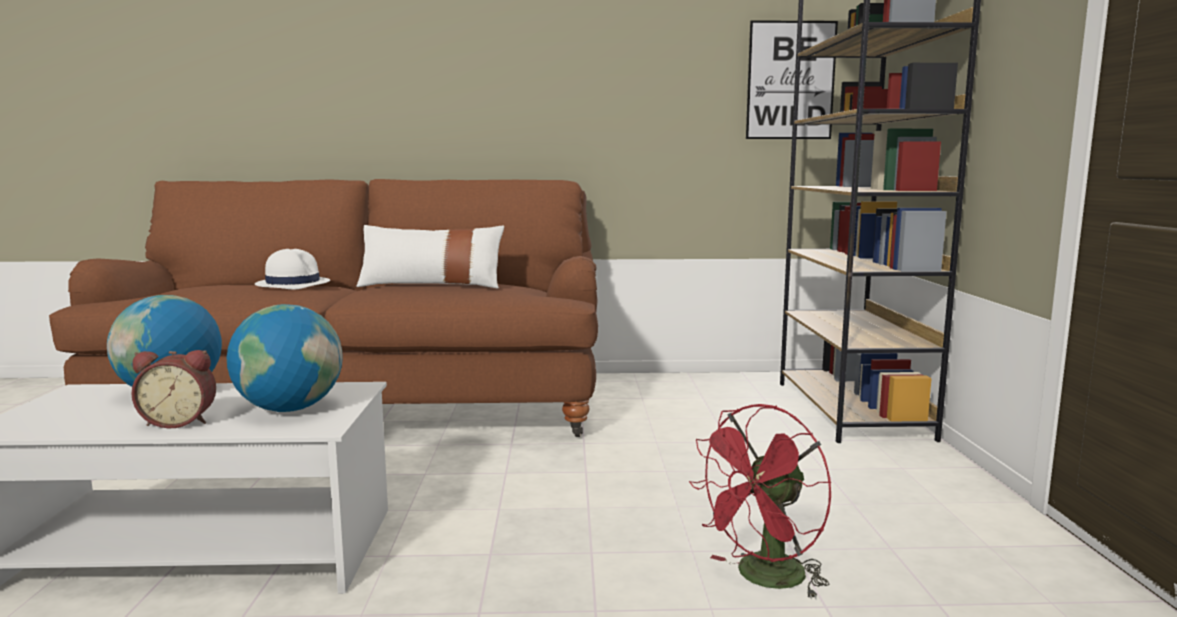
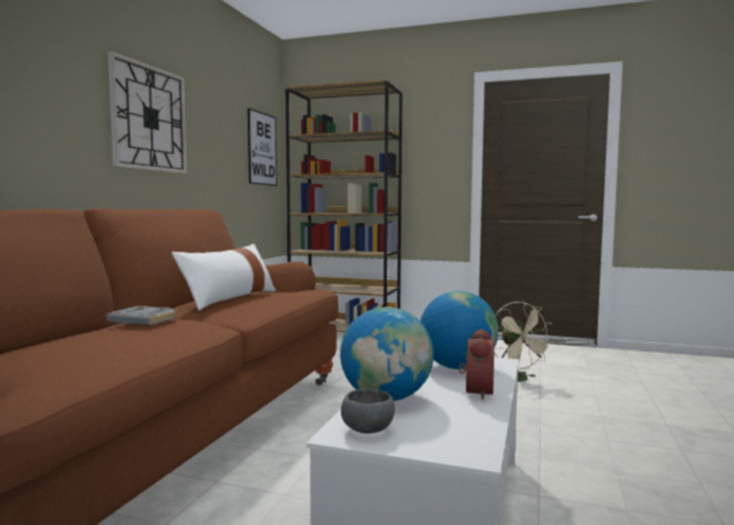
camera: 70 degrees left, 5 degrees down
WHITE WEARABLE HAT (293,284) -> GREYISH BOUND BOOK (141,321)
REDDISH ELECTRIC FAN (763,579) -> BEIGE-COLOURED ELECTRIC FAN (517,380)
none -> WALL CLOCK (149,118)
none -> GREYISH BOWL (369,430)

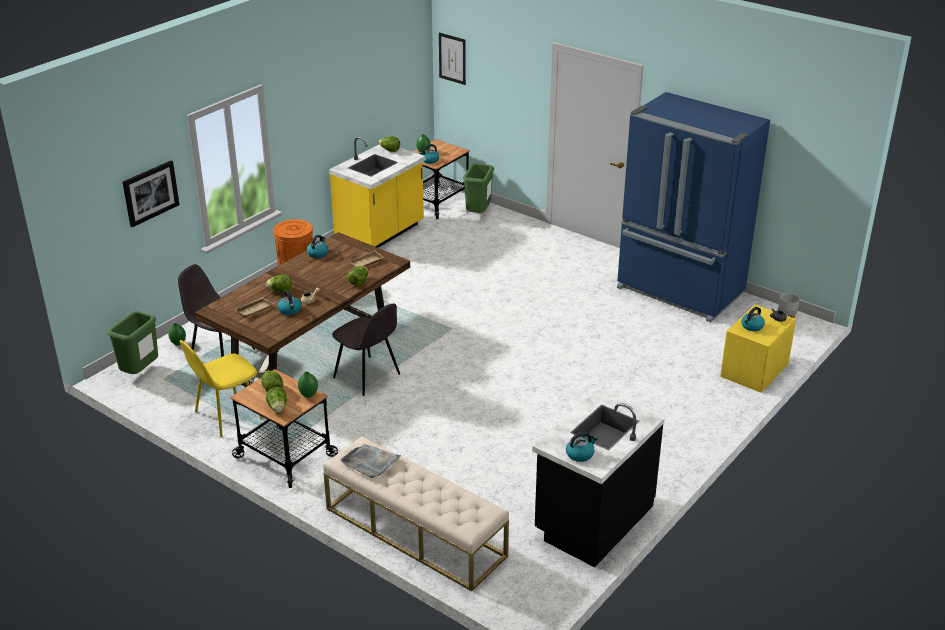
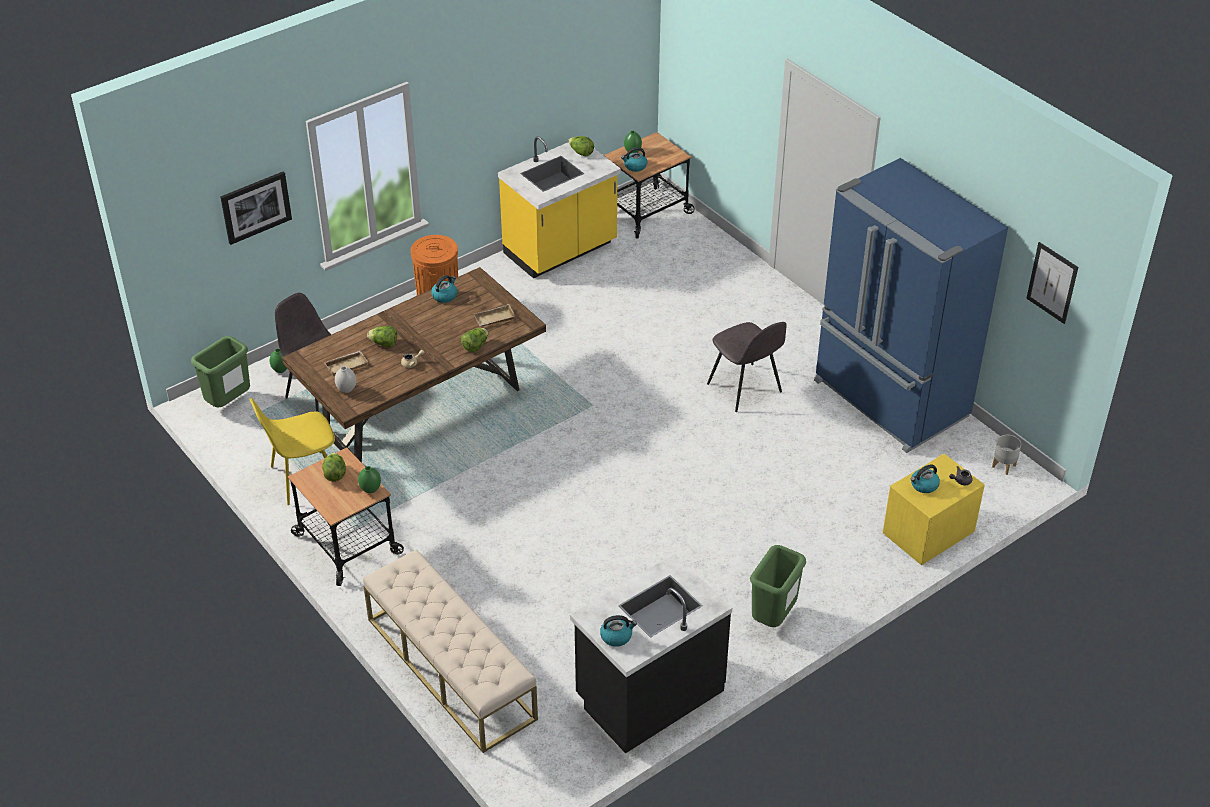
camera: 15 degrees right, 10 degrees up
PICTURE (452,58) -> PICTURE (1052,282), shifted
GREEN-COLOURED WASTE BIN (478,214) -> GREEN-COLOURED WASTE BIN (773,618), shifted
TEA KETTLE (290,310) -> none
GREYISH CHAIR (368,377) -> GREYISH CHAIR (745,389), shifted
LETTUCE HEAD (278,408) -> none
GREYISH TRAY (370,462) -> none
none -> WHITE FLOWER VASE (347,389)

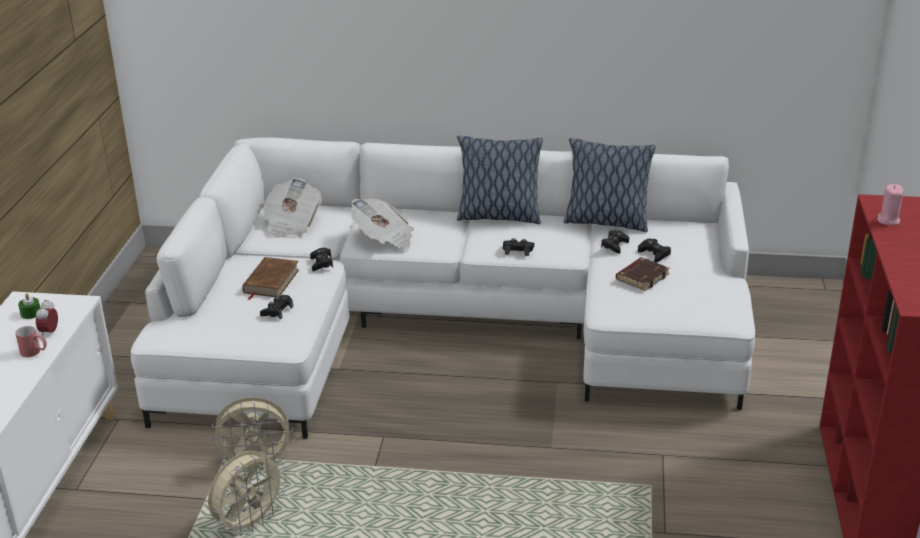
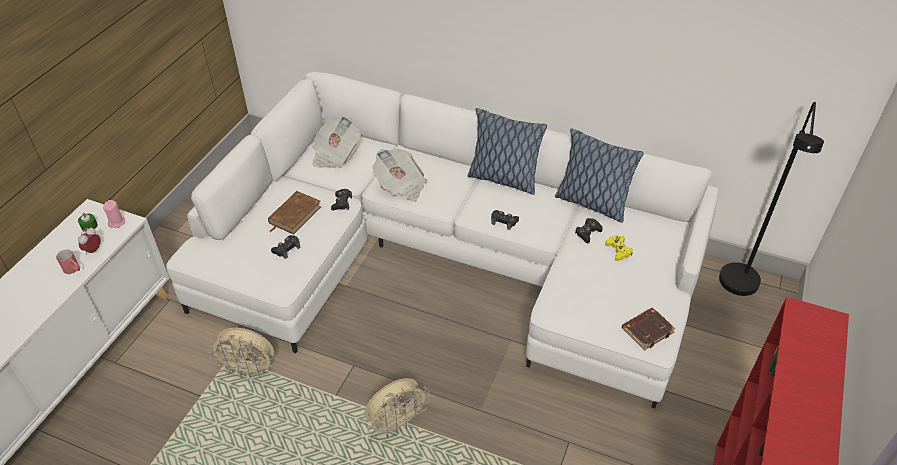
camera: 15 degrees right, 15 degrees up
PINKISH WAX LIGHT (888,220) -> PINKISH WAX LIGHT (117,222), shifted
BLACK-COLOURED JOYPAD (654,254) -> YELLOW-COLOURED JOYPAD (618,250)
BROWN-COLOURED BOUND BOOK (642,277) -> BROWN-COLOURED BOUND BOOK (647,330), shifted
BEIGE-COLOURED ELECTRIC FAN (249,523) -> BEIGE-COLOURED ELECTRIC FAN (397,423), shifted
none -> BLACK-COLOURED STANDARD LAMP (739,289)

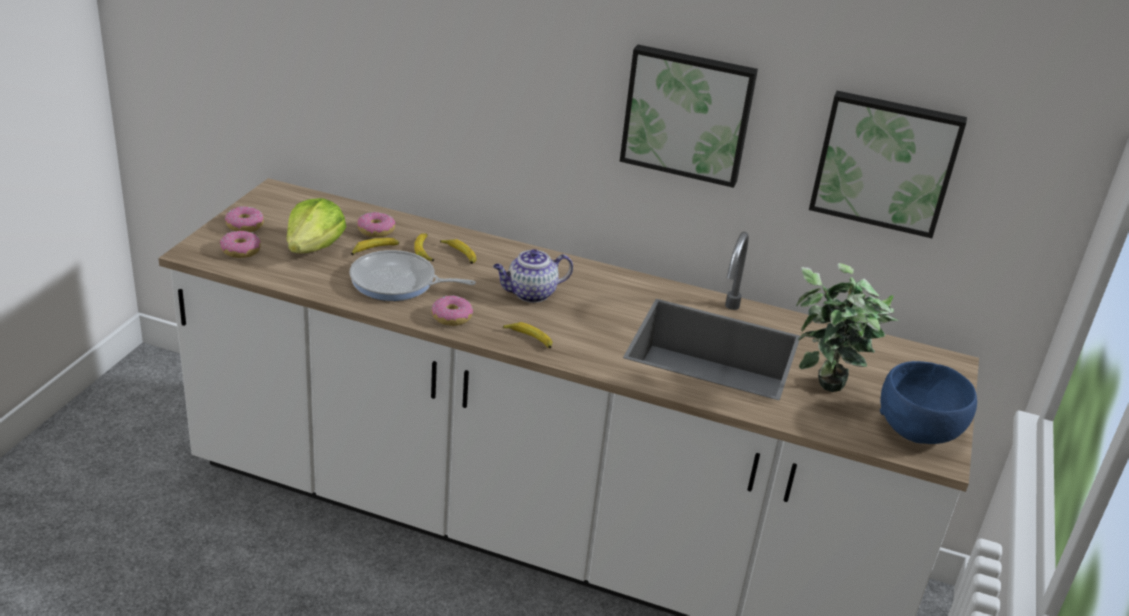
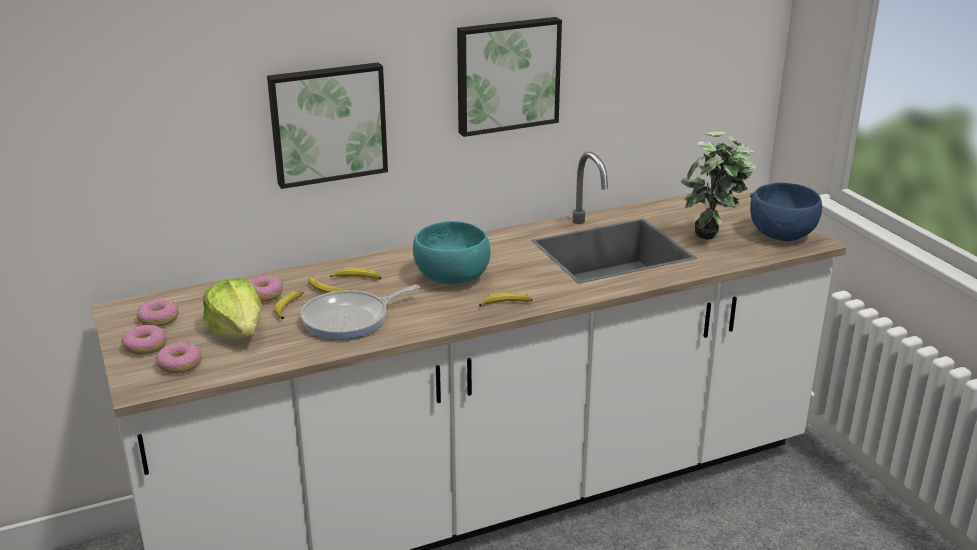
camera: 40 degrees left, 5 degrees down
PICTURE (885,162) -> PICTURE (327,123), shifted
POT FOR TEA (530,294) -> BLUE-GREEN BOWL (452,278)
DOUGHNUT (452,317) -> DOUGHNUT (159,319), shifted

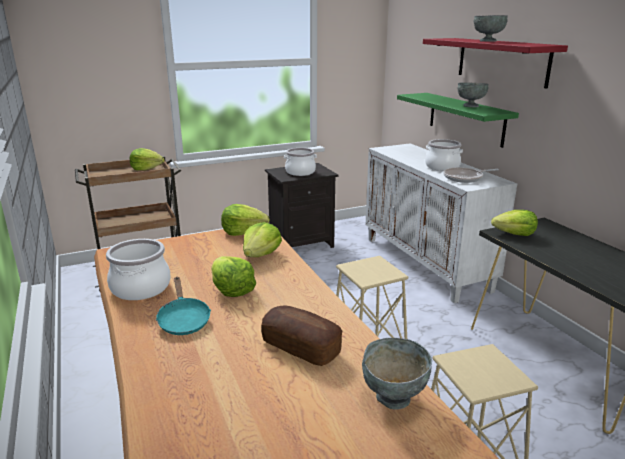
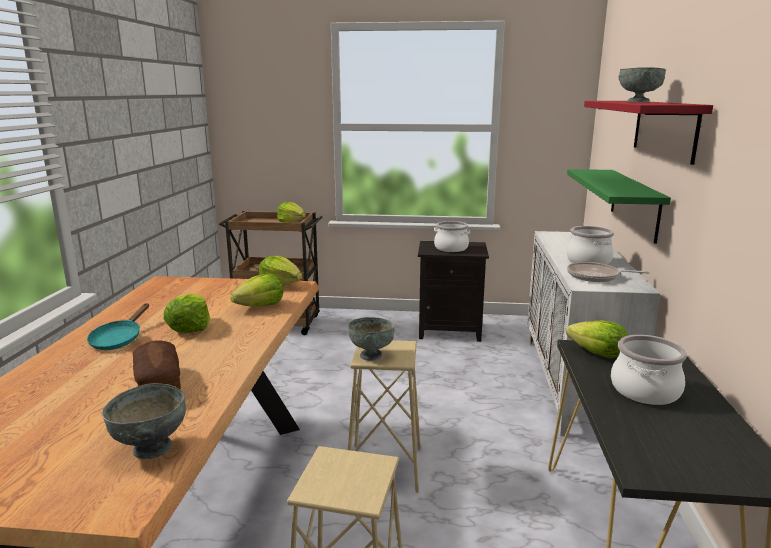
camera: 30 degrees right, 5 degrees down
GREYISH BOWL (470,106) -> GREYISH BOWL (371,355), shifted
COOKING POT (141,288) -> COOKING POT (646,391), shifted

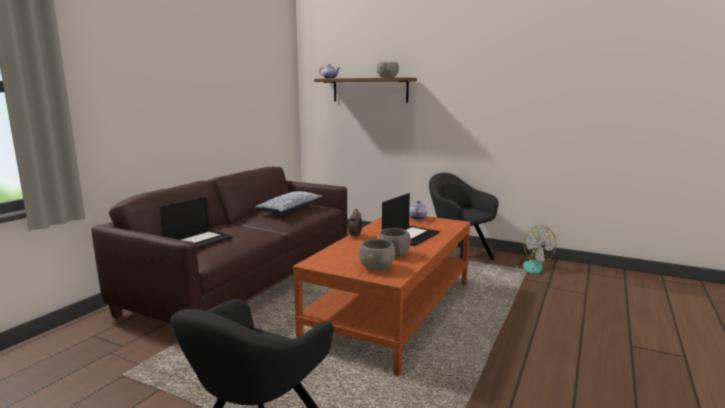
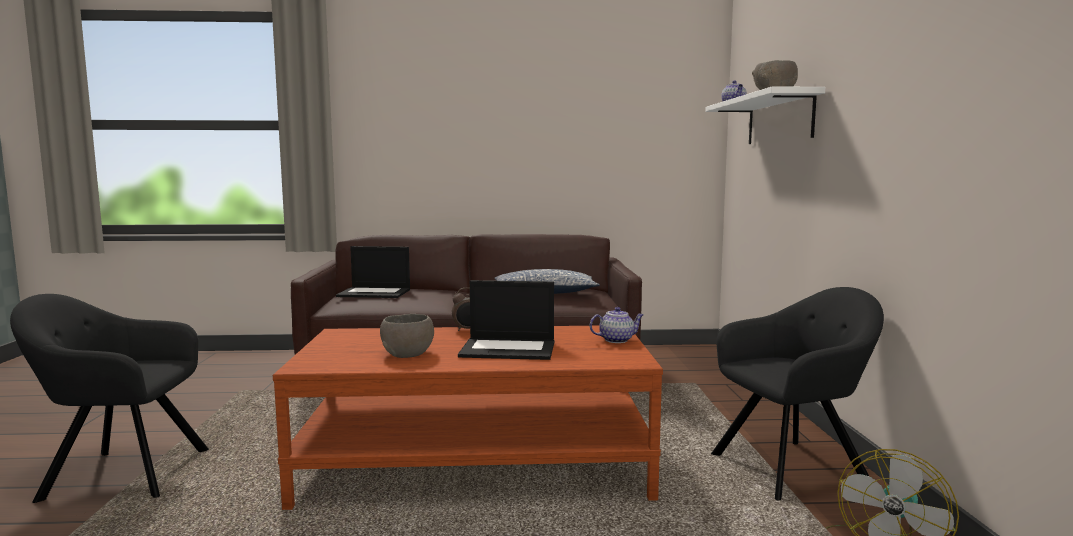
camera: 60 degrees right, 5 degrees down
BROWN-COLOURED BRACKET SHELF (370,90) -> WHITE BRACKET SHELF (779,119)
BLACK-COLOURED ARMCHAIR (457,255) -> BLACK-COLOURED ARMCHAIR (793,467), 45 degrees clockwise
GREYISH BOWL (377,267) -> none

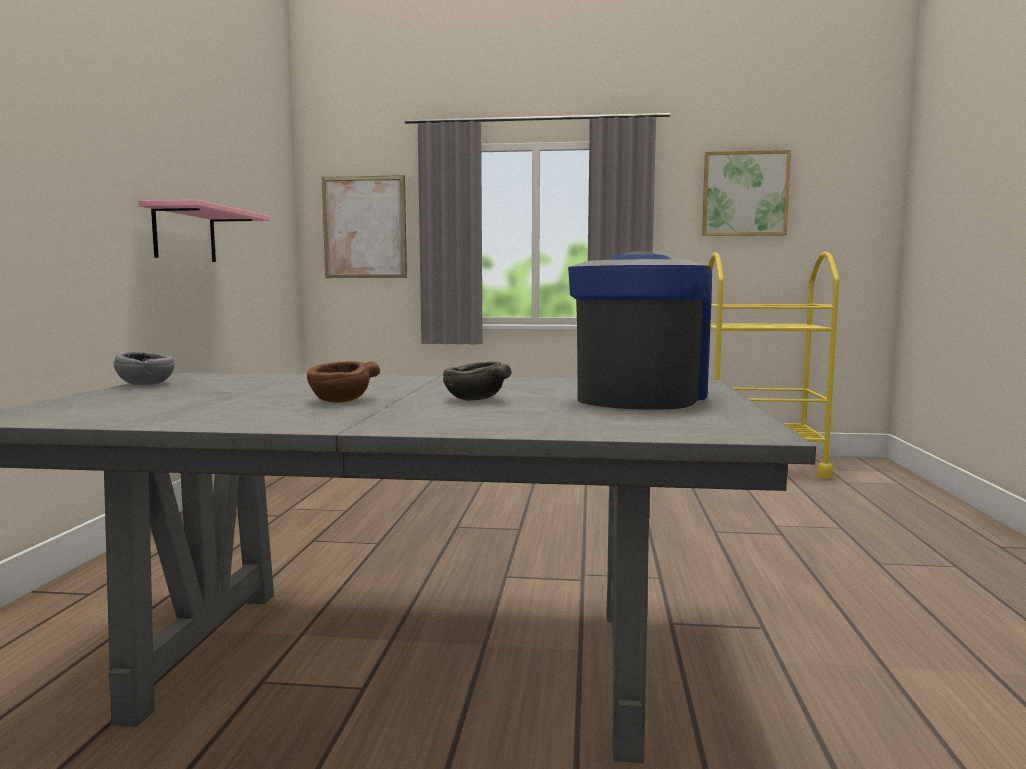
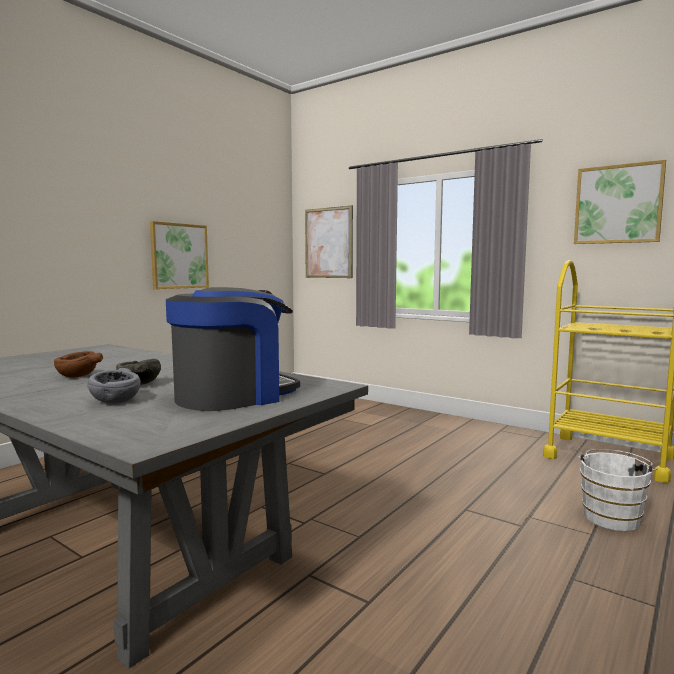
camera: 30 degrees right, 0 degrees up
PINKISH BRACKET SHELF (185,234) -> PICTURE (179,256)
GREYISH BOWL (146,384) -> GREYISH BOWL (117,401), shifted
none -> WHITE WATER BUCKET (612,516)

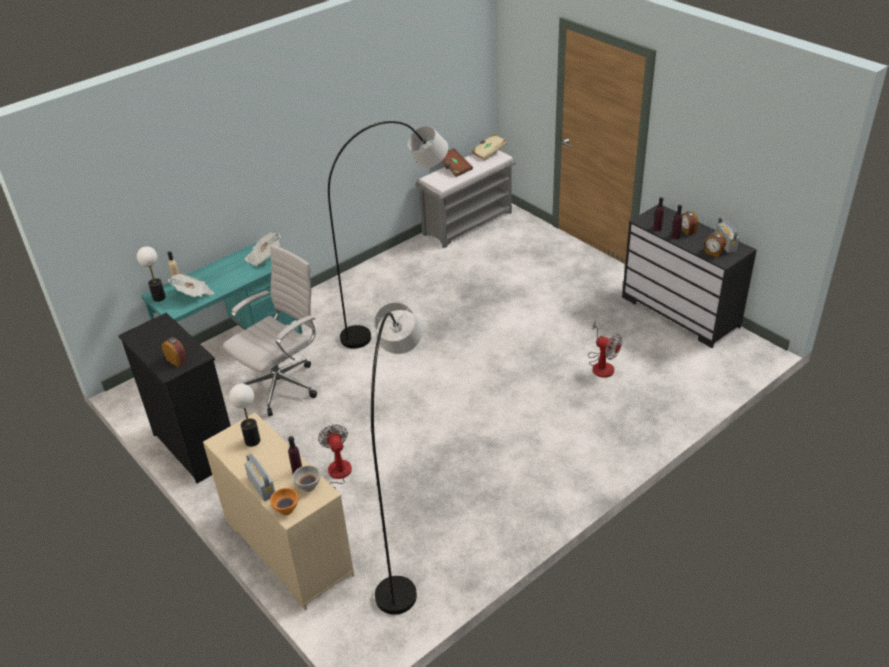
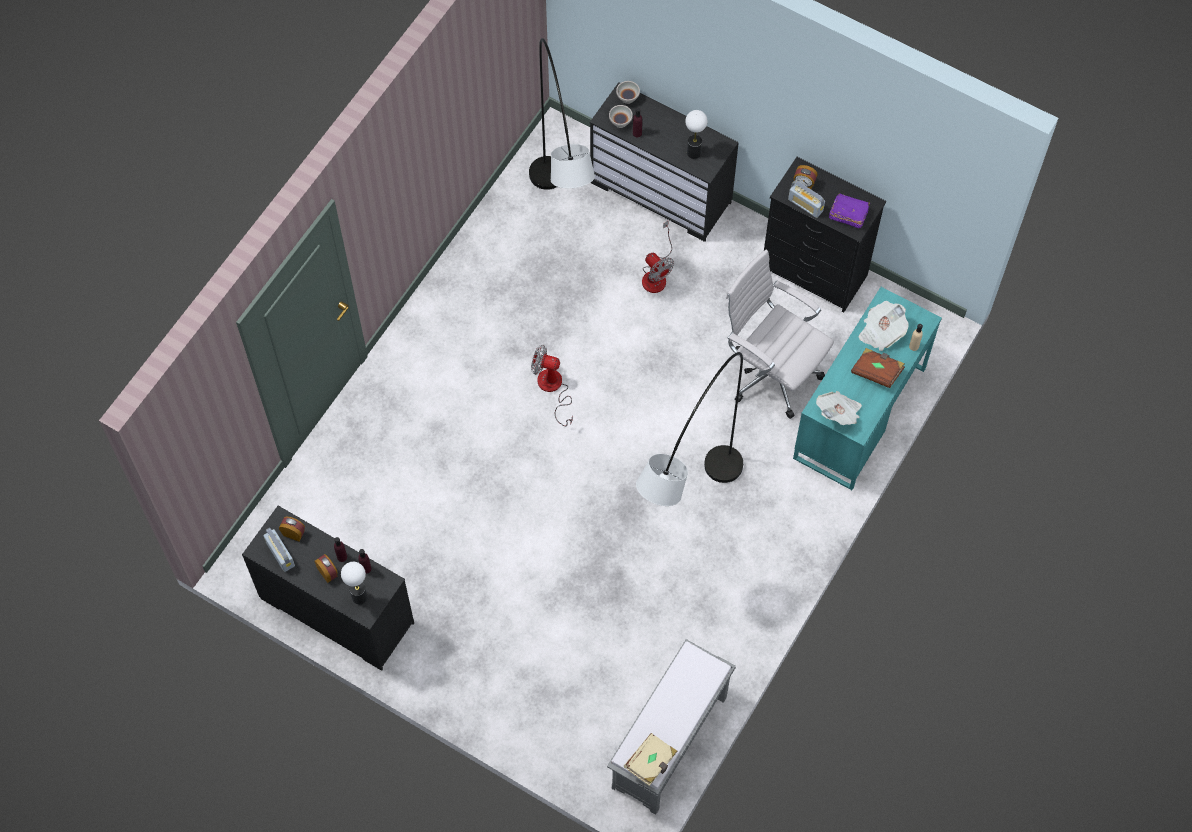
camera: 160 degrees right, 25 degrees up
BROWN-COLOURED BOUND BOOK (454,168) -> BROWN-COLOURED BOUND BOOK (877,372), shifted
WHITE OFFICE CHAIR (283,385) -> WHITE OFFICE CHAIR (770,373), 105 degrees clockwise
TABLE LAMP (159,297) -> TABLE LAMP (359,597), shifted
ELECTRIC FAN (601,364) -> ELECTRIC FAN (553,389), shifted
BEIGE-COLOURED DRESSER (287,548) -> BLACK-COLOURED DRESSER (661,192)
RADIO (261,486) -> RADIO (805,205), shifted
ORANGEY BOWL (287,509) -> WHITE BOWL (627,98)
none -> PURPLE BOUND BOOK (848,214)

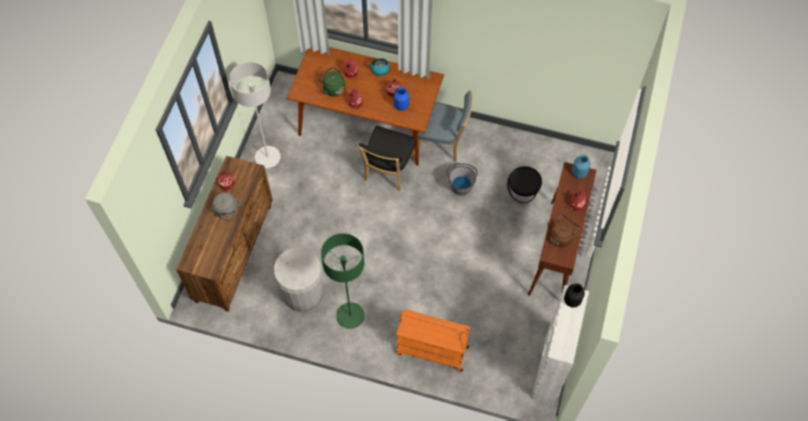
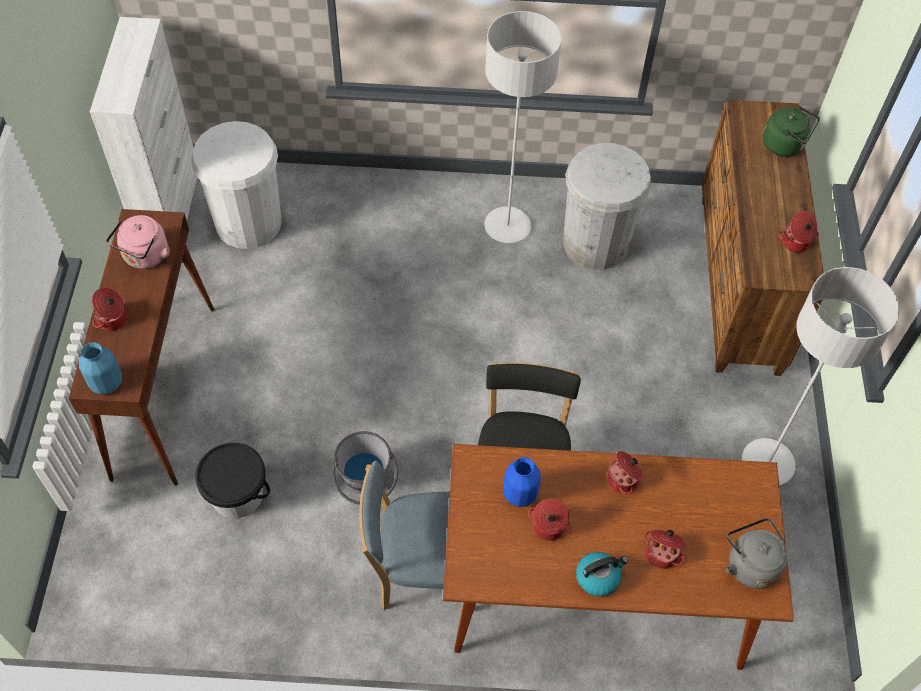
camera: 165 degrees right, 5 degrees down
GREEN-COLOURED TEA KETTLE (333,88) -> GREEN-COLOURED TEA KETTLE (785,145), shifted
GREYISH TEA KETTLE (227,212) -> GREYISH TEA KETTLE (749,564), shifted
BROWN-COLOURED TEA KETTLE (561,236) -> PINKISH TEA KETTLE (145,257)
GREEN-COLOURED STANDARD LAMP (350,316) -> GREYISH STANDARD LAMP (507,226)
BLACK-COLOURED FLOWER VASE (572,300) -> none
ORANGEY TROLLEY (431,350) -> none
none -> WHITE WASTE BIN (248,223)

